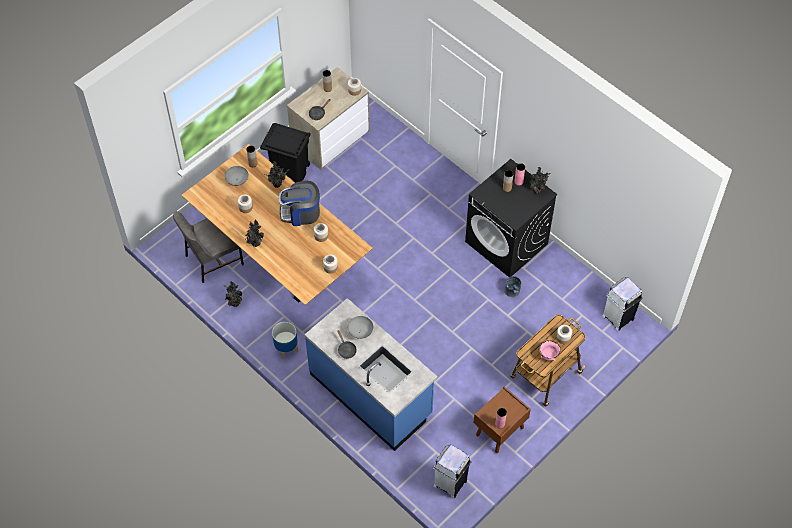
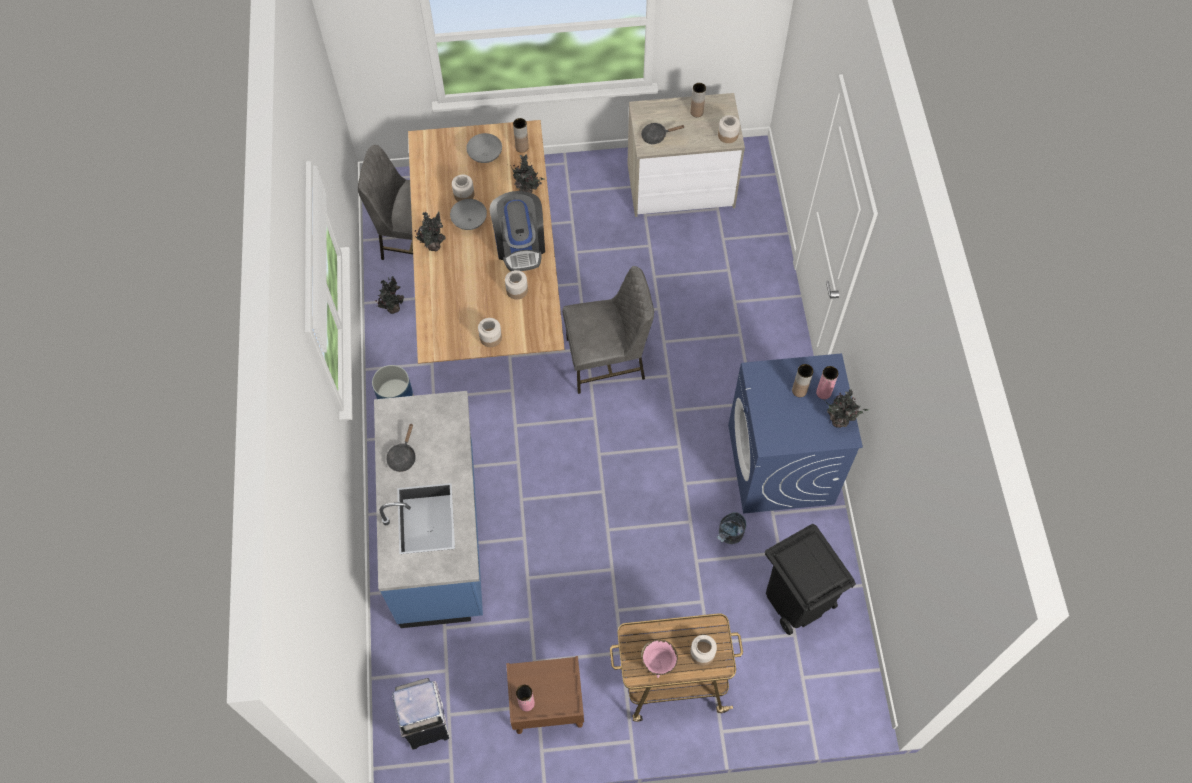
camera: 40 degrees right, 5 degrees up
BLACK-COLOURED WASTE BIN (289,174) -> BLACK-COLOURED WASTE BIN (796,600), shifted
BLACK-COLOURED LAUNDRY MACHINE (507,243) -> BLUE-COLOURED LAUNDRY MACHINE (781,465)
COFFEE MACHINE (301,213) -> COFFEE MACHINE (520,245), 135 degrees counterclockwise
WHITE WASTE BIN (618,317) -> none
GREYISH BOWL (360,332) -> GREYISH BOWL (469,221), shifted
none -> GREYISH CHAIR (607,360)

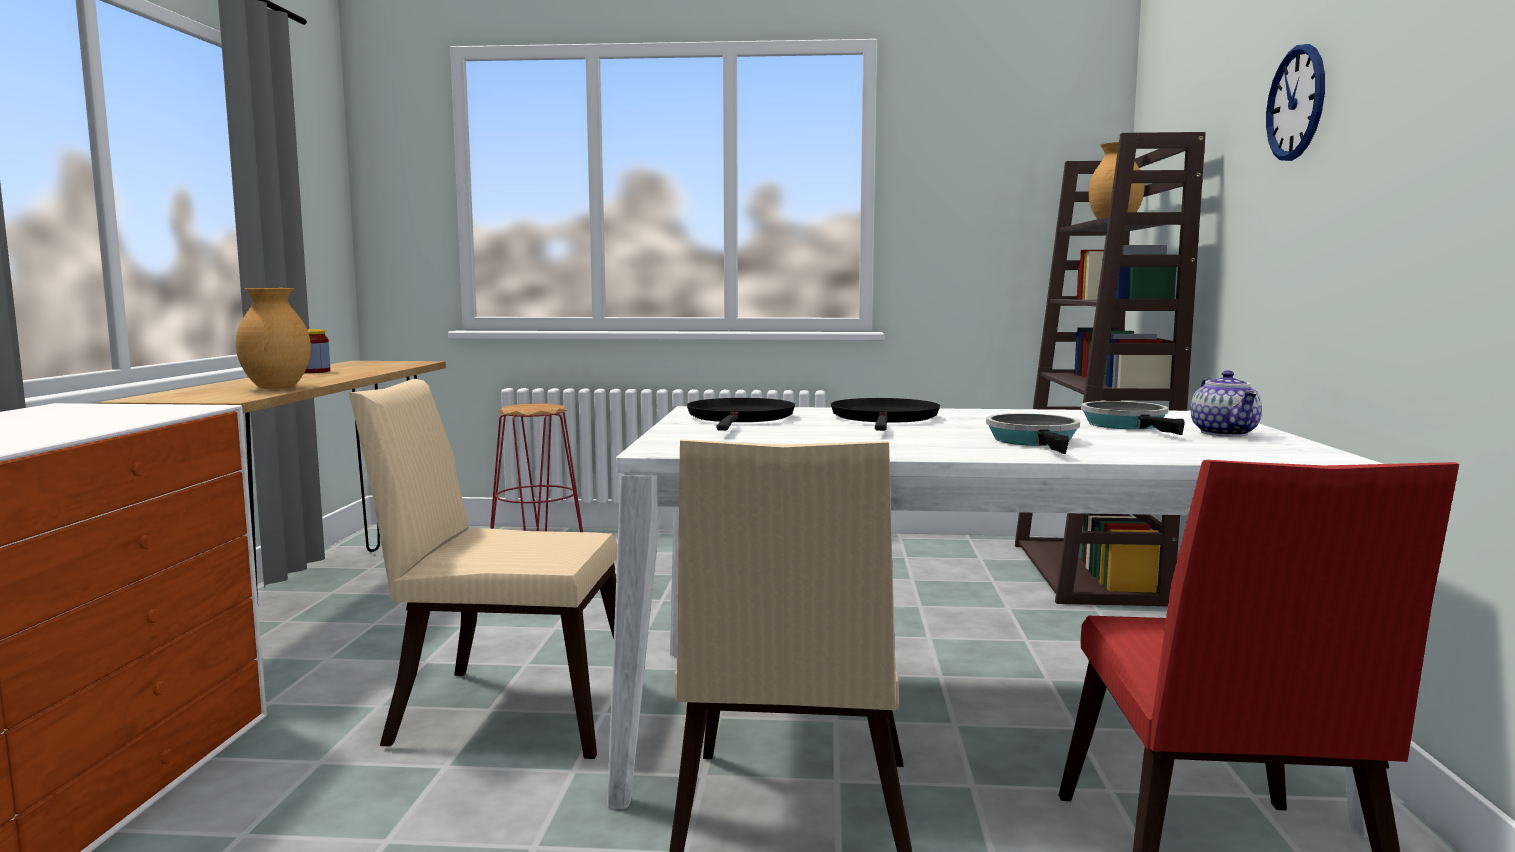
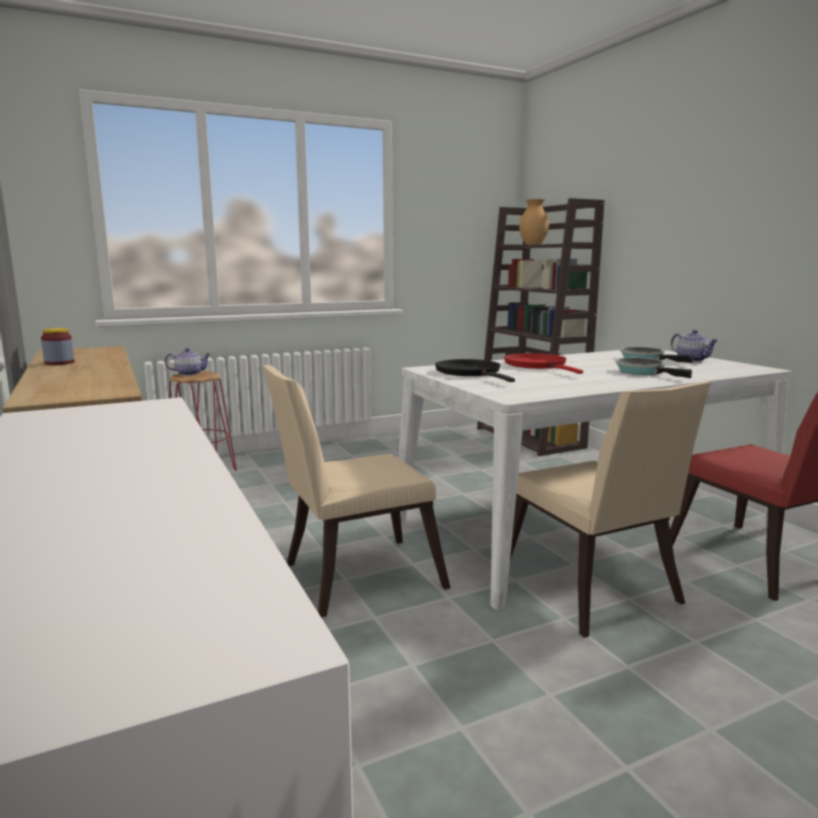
camera: 30 degrees left, 5 degrees up
WALL CLOCK (1296,103) -> none
BROWN-COLOURED FLOWER VASE (278,388) -> none
BLACK-COLOURED PAN (885,419) -> REDDISH PAN (537,366)
none -> POT FOR TEA (189,374)

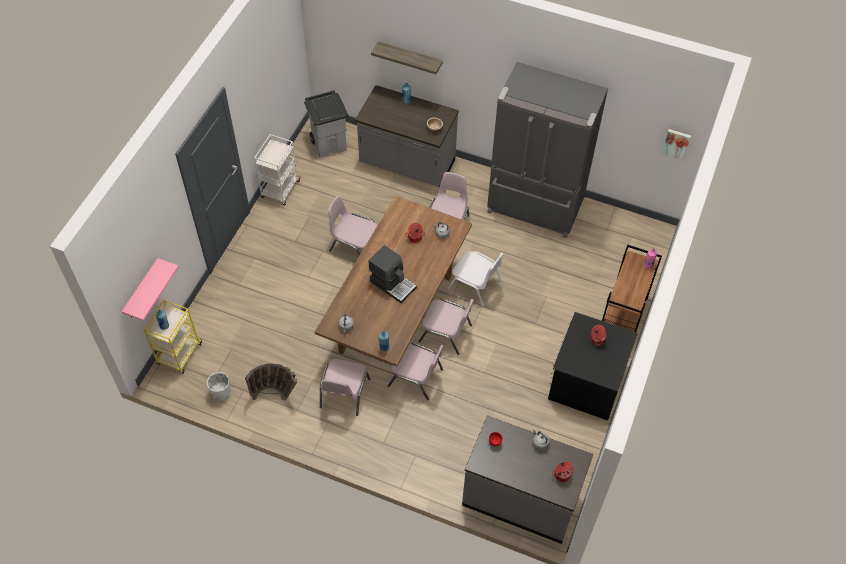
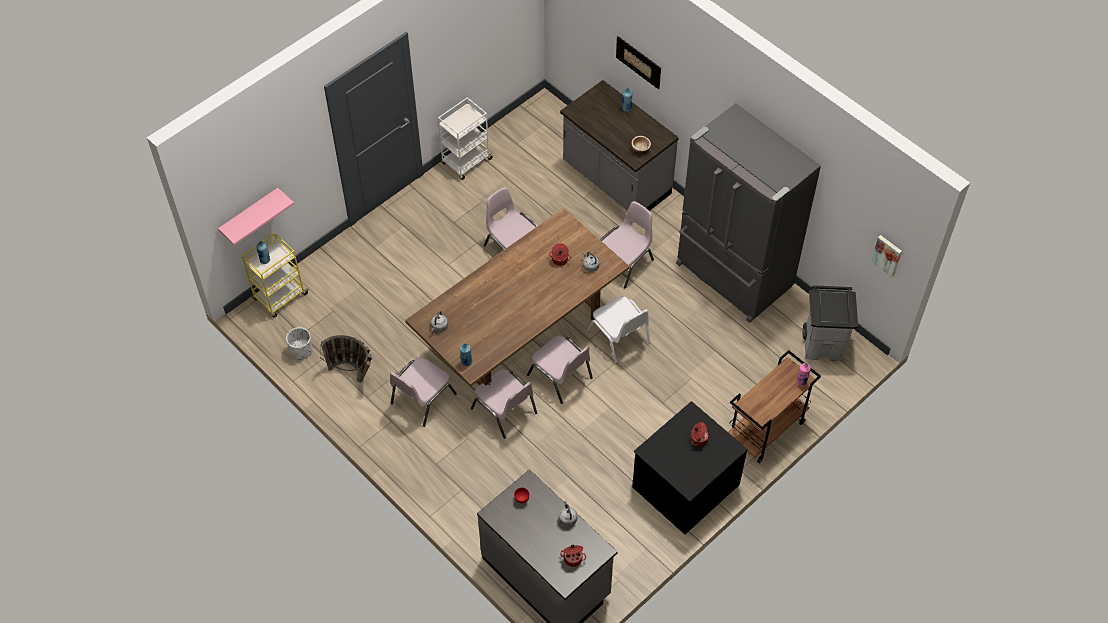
camera: 25 degrees right, 0 degrees up
BRACKET SHELF (410,58) -> PICTURE (638,62)
GREYISH WASTE BIN (329,144) -> GREYISH WASTE BIN (823,344), shifted
COFFEE MACHINE (393,284) -> none

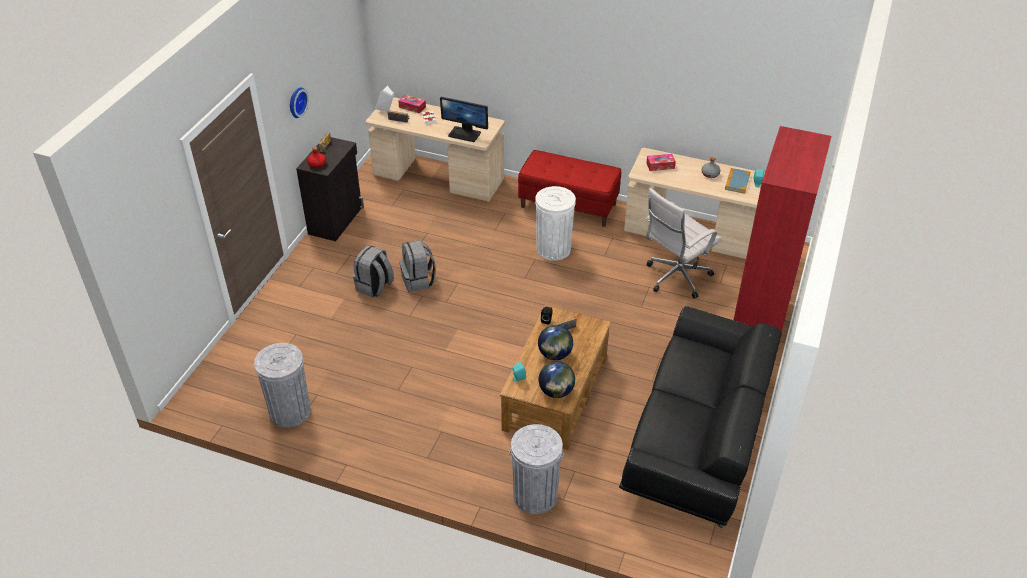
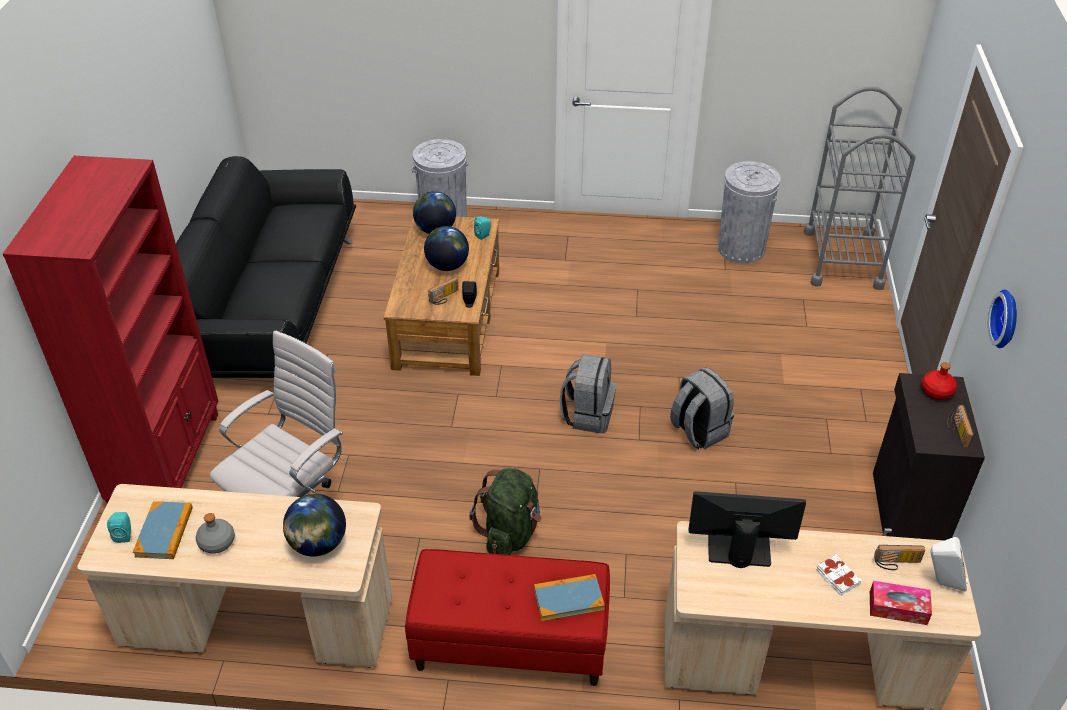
camera: 165 degrees right, 0 degrees up
BOX OF TISSUES (660,166) -> DESK GLOBE (318,544)
WHITE WASTE BIN (553,249) -> GREEN-COLOURED KNAPSACK (510,533)
GREYISH KNAPSACK (374,287) -> GREYISH KNAPSACK (588,415), shifted
none -> GREYISH TROLLEY (842,259)
none -> BOUND BOOK (568,599)

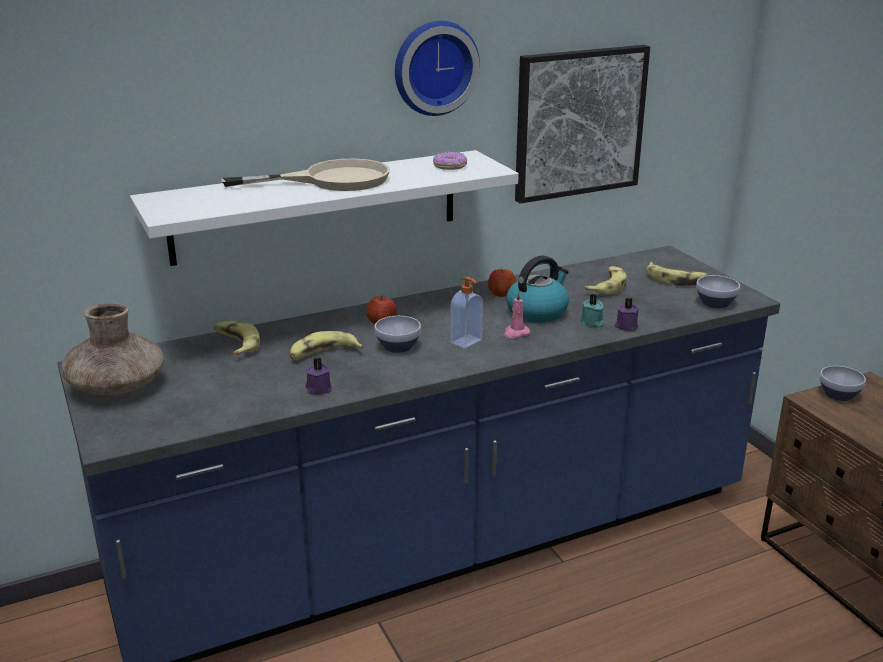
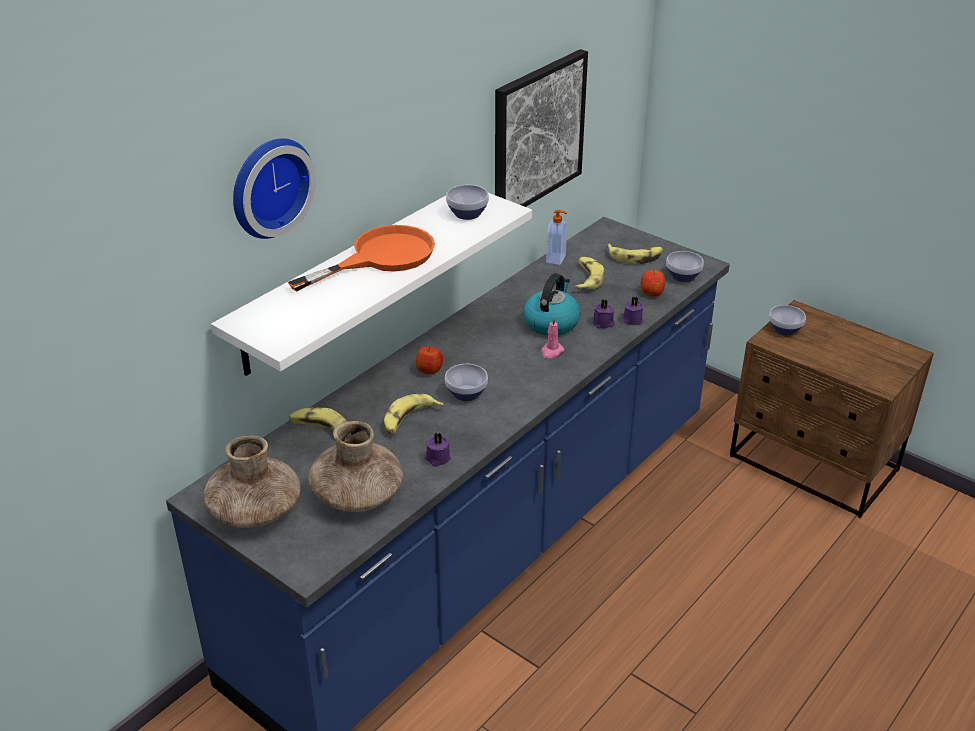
camera: 25 degrees left, 10 degrees up
WALL CLOCK (434,67) -> WALL CLOCK (268,186), shifted
DOUGHNUT (449,166) -> BOWL (466,213)
BEIGE-COLOURED PAN (331,180) -> ORANGEY PAN (380,257)
APPLE FRUIT (501,294) -> APPLE FRUIT (652,292), shifted
SOAP BOTTLE (467,342) -> SOAP BOTTLE (556,259), shifted
BLUE-GREEN WAX LIGHT (592,323) -> PURPLE WAX LIGHT (603,323)
none -> BROWN-COLOURED FLOWER VASE (358,494)

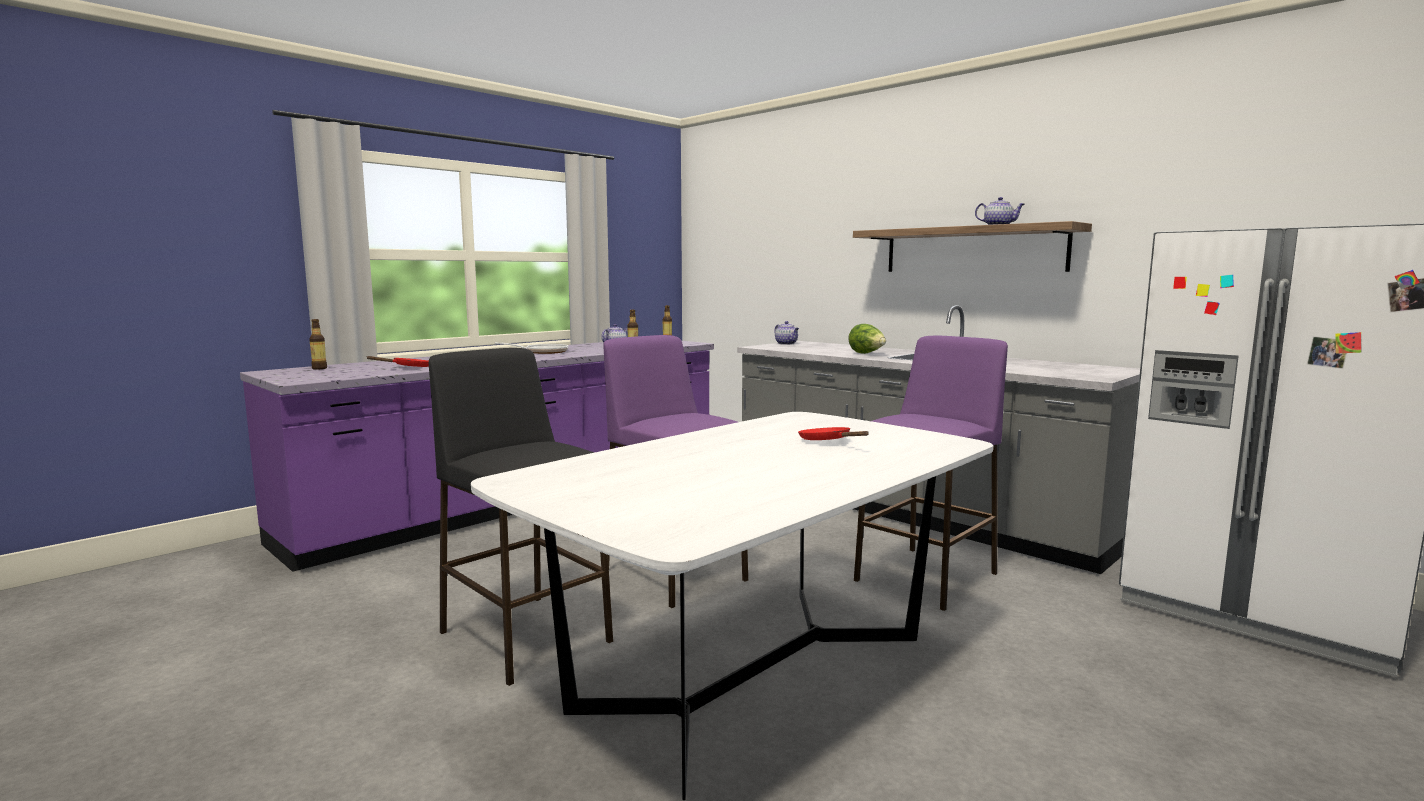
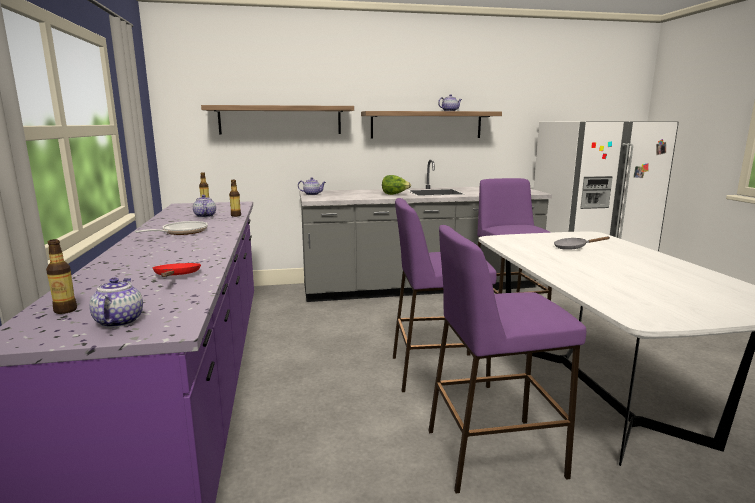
camera: 55 degrees left, 5 degrees up
BLACK-COLOURED STOOL SEAT (524,636) -> PURPLE STOOL SEAT (493,453)
REDDISH PAN (828,441) -> GREYISH PAN (573,248)
none -> BRACKET SHELF (280,120)
none -> POT FOR TEA (119,321)

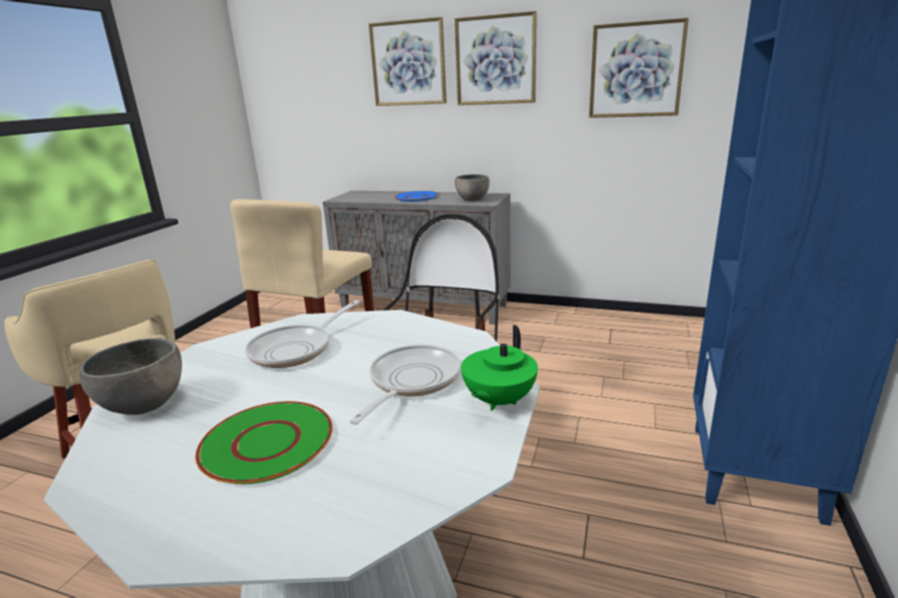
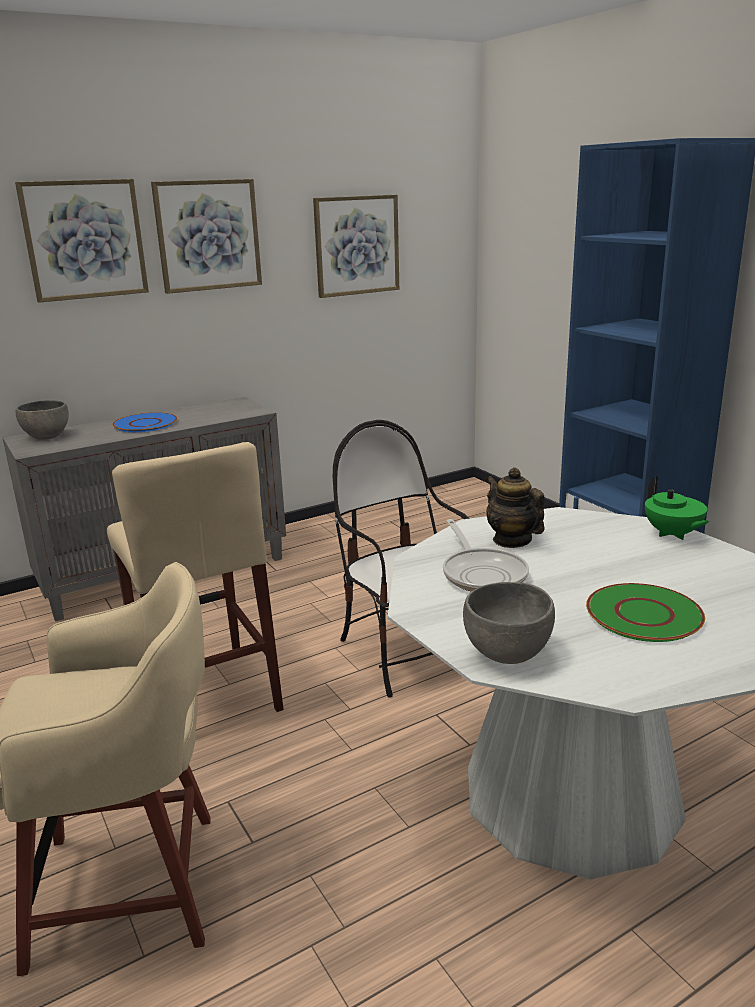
camera: 50 degrees left, 0 degrees up
GREYISH BOWL (472,200) -> GREYISH BOWL (47,436), shifted
PAN (411,382) -> none
none -> POT FOR TEA (512,540)

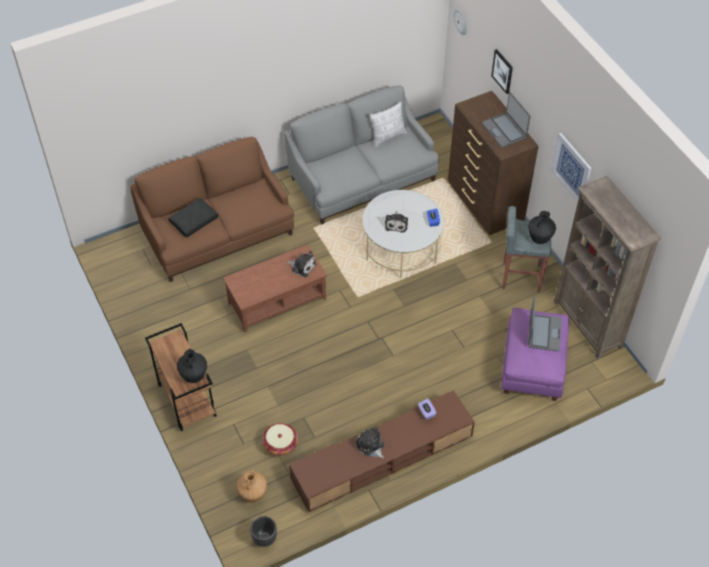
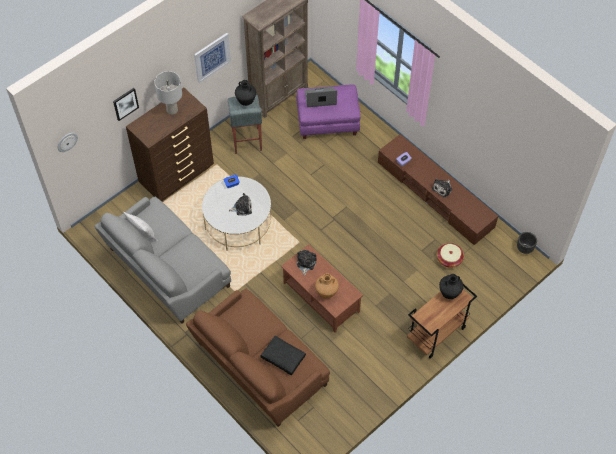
camera: 105 degrees left, 5 degrees up
PORTABLE COMPUTER (504,130) -> GREYISH TABLE LAMP (172,110)
BROWN-COLOURED FLOWER VASE (253,495) -> BROWN-COLOURED FLOWER VASE (326,293), shifted

